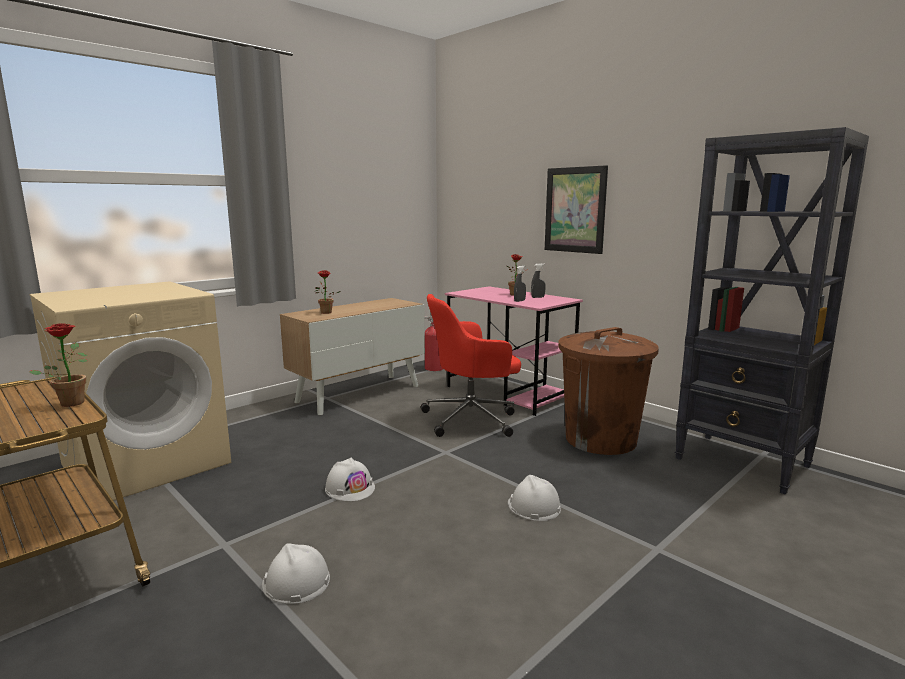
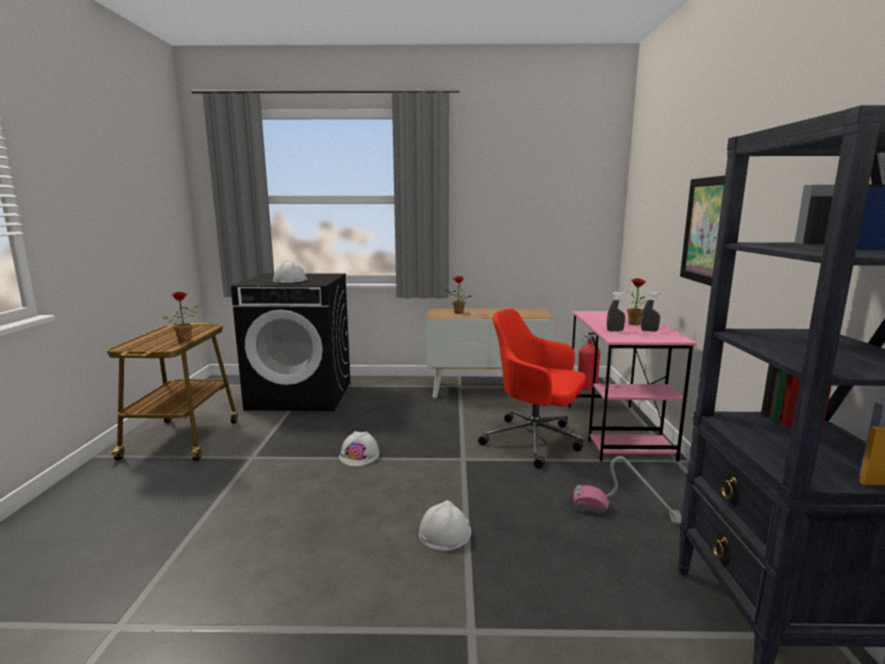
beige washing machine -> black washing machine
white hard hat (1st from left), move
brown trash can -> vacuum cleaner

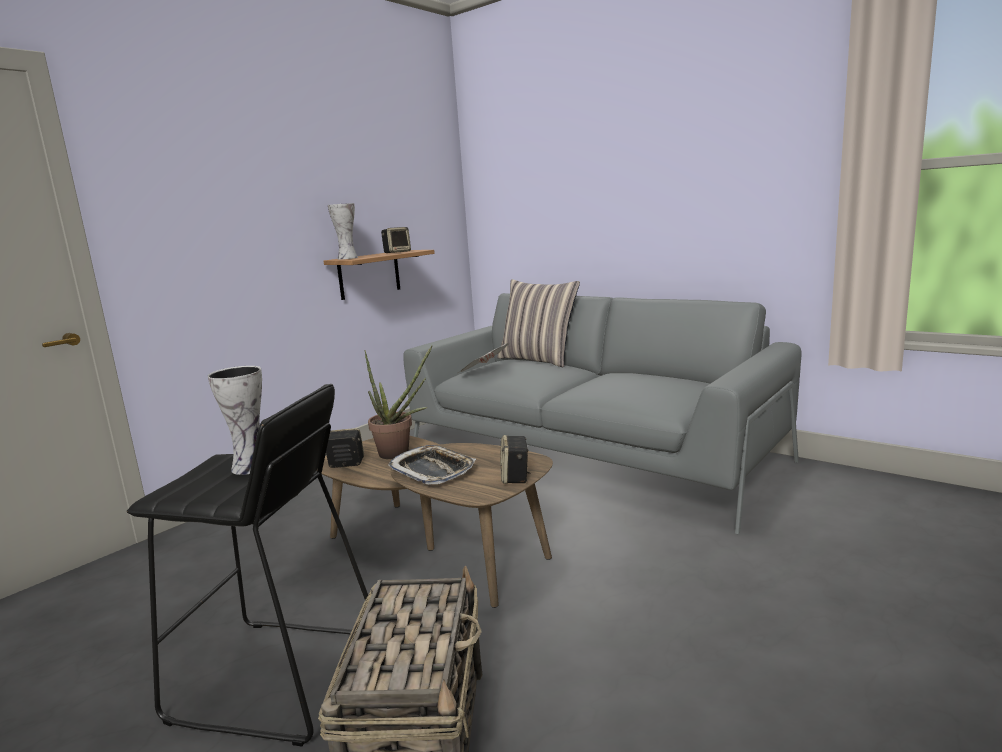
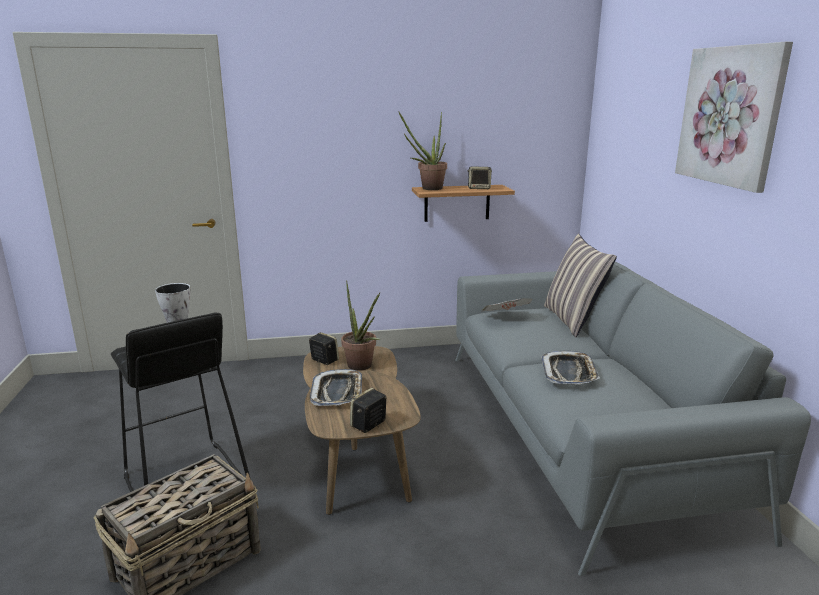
vase (2nd from left) -> potted plant (2nd from left)
none -> tray (2nd from left)
none -> picture

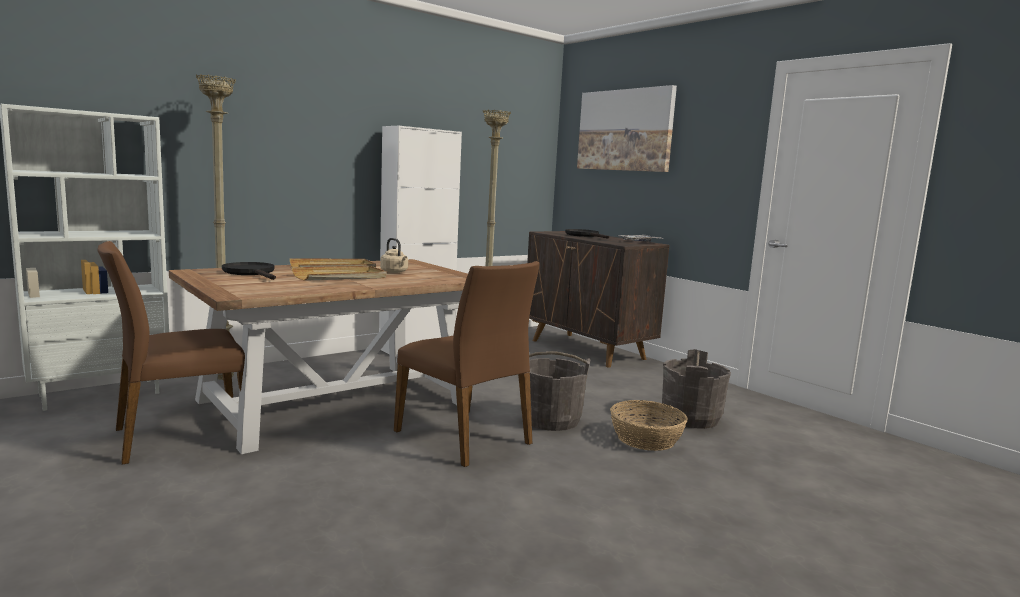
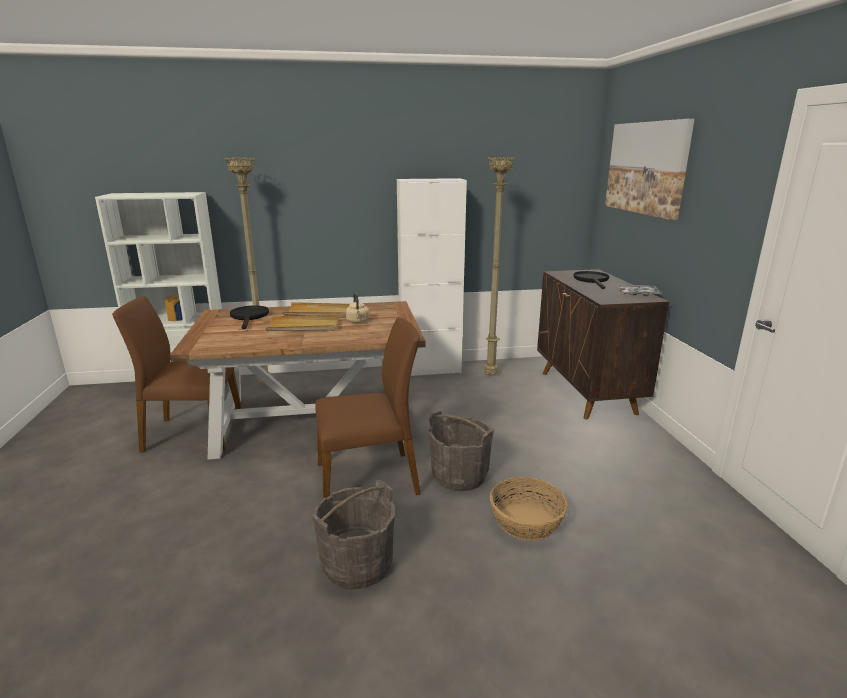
grey bucket (2nd from left in the first image) -> grey bucket (1st from left), move
brown chair (2nd from left), 90 degrees counterclockwise

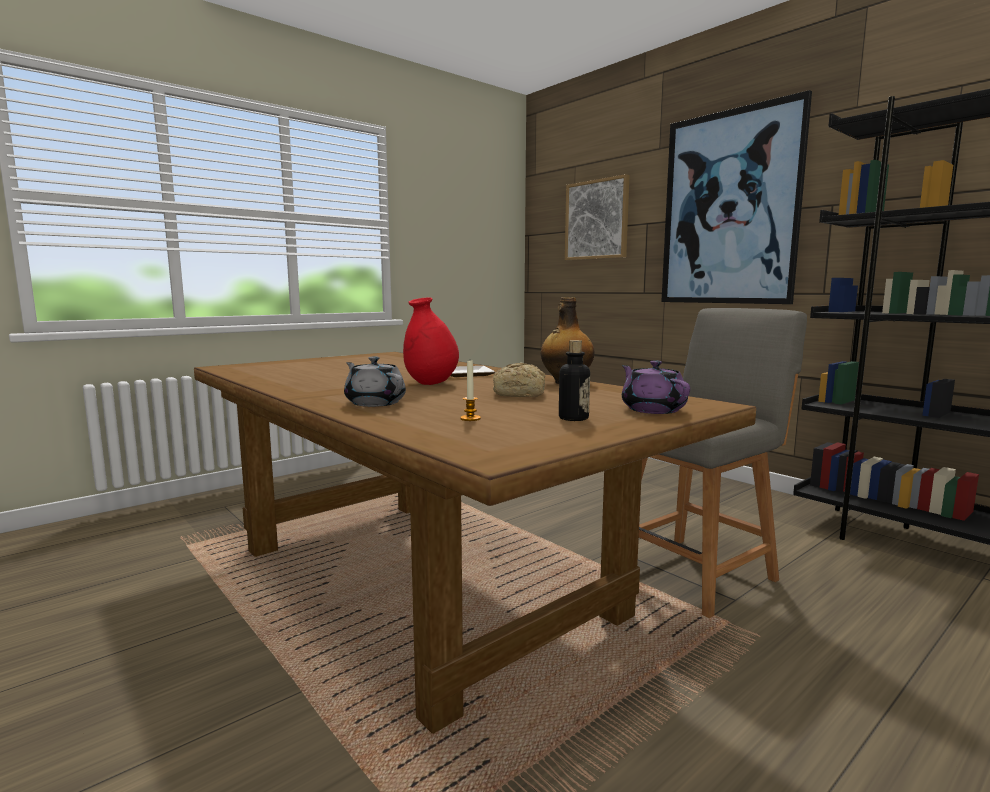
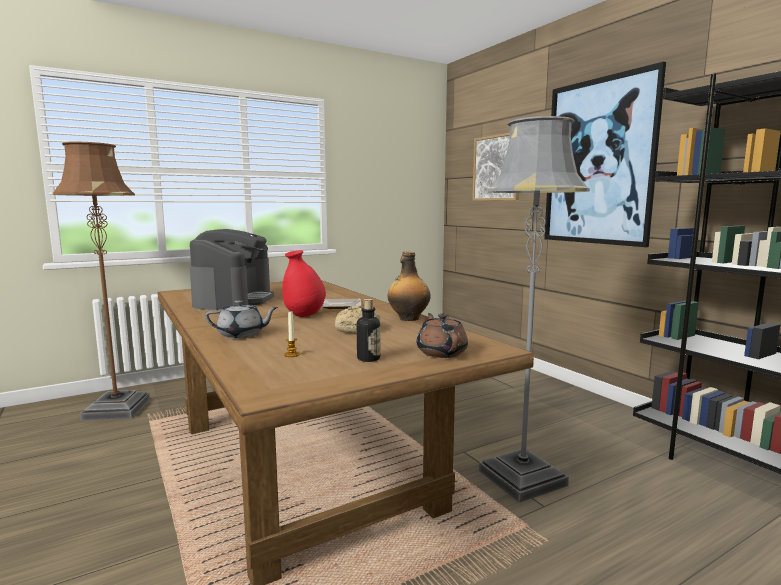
none -> brown floor lamp
none -> coffee machine
grey teapot, 120 degrees clockwise
purple teapot -> brown teapot
grey chair -> grey floor lamp

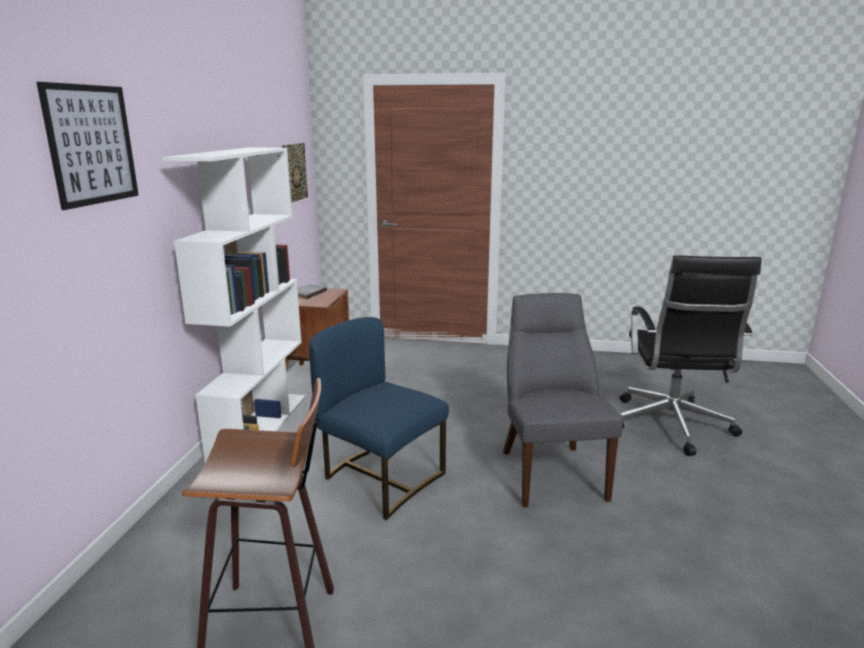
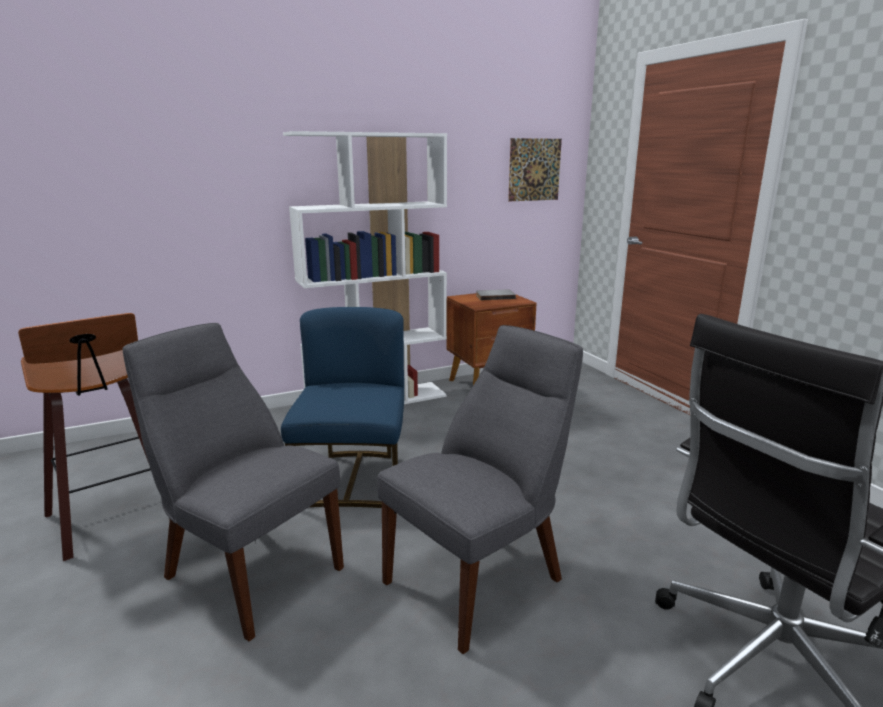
none -> grey chair (1st from left)
picture (1st from left) -> none

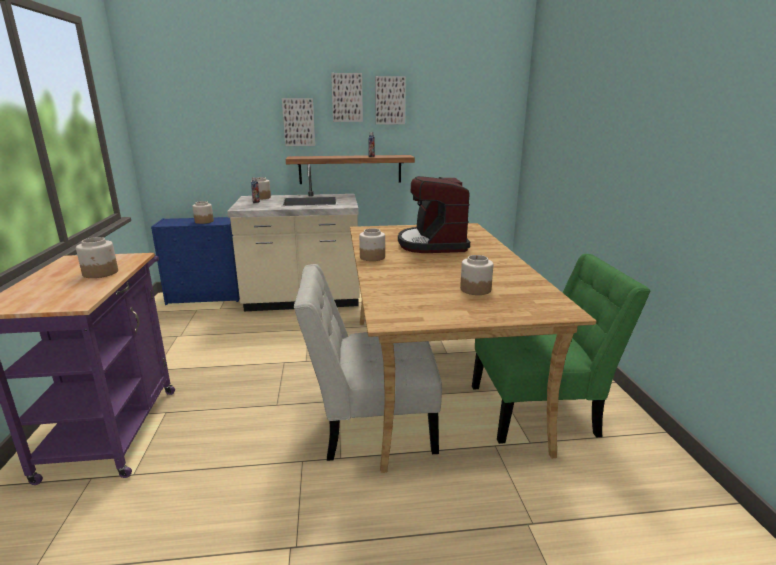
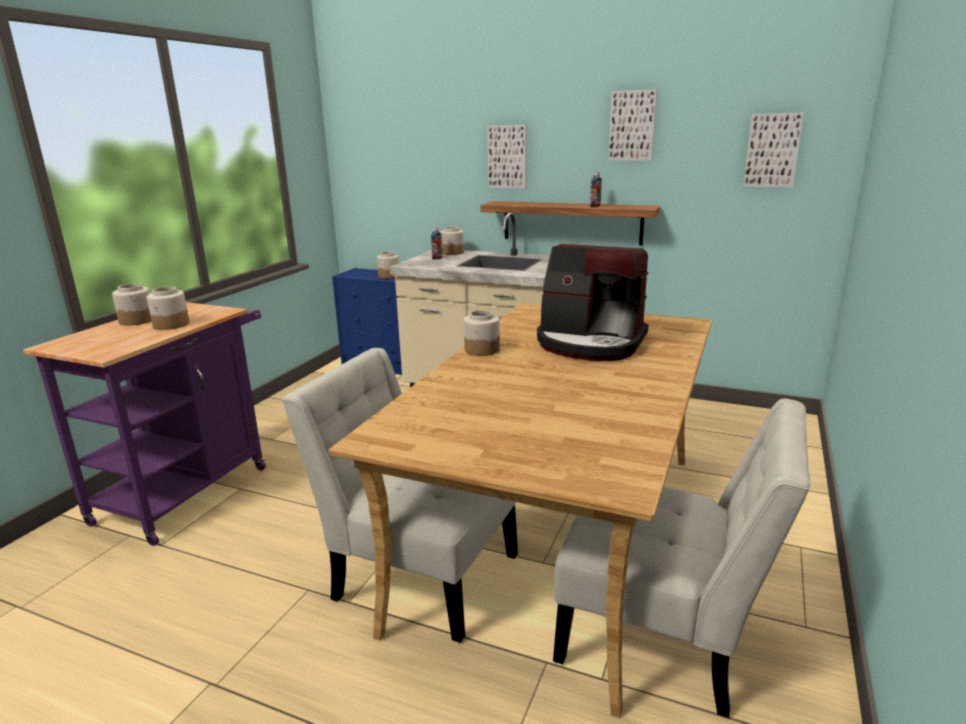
jar (5th from left in the first image) -> jar (1st from left), move
coffee machine, 90 degrees counterclockwise
green chair -> white chair (2nd from left)
picture (2nd from left in the first image) -> picture (3rd from left), move

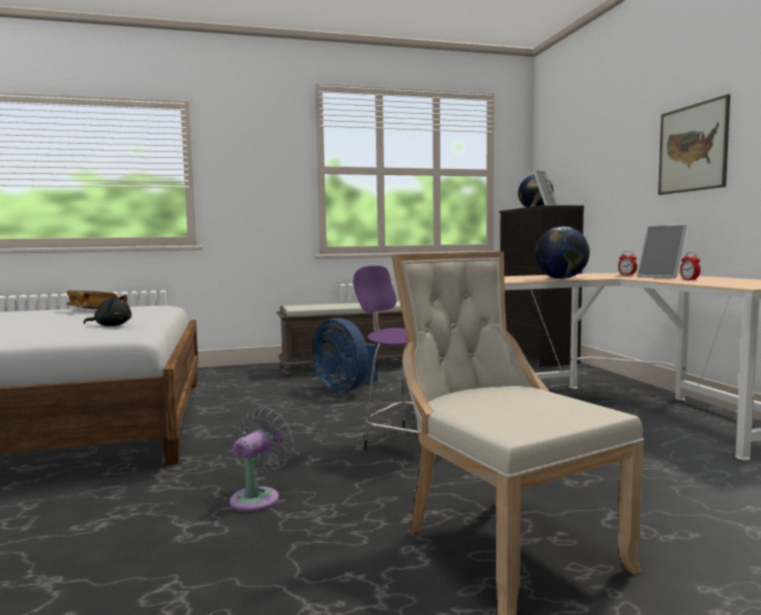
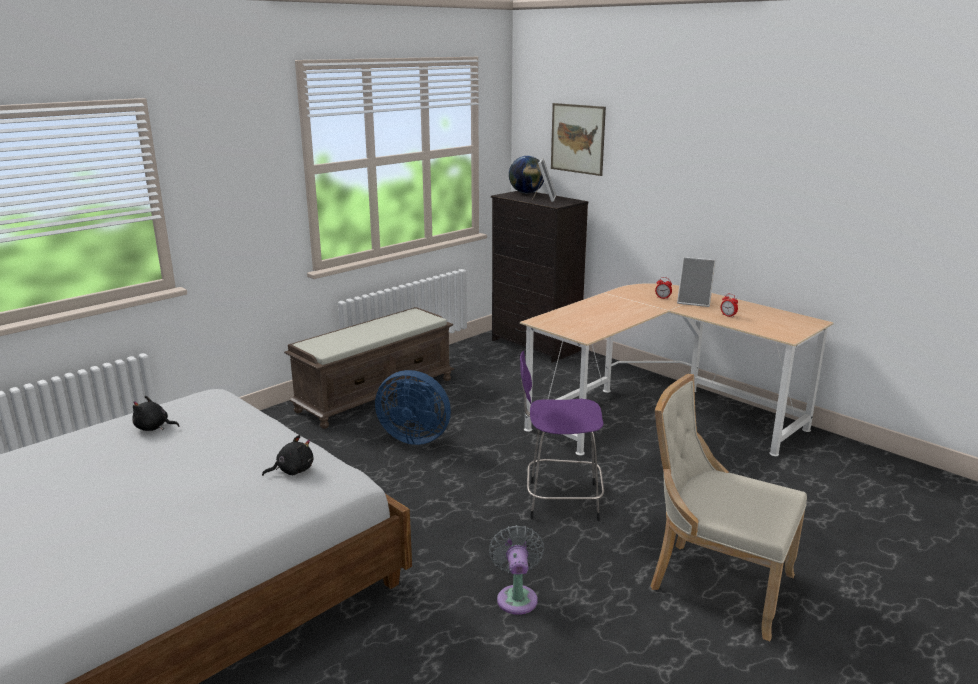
book -> black plush toy (1st from left)
picture, move
globe (2nd from left) -> none

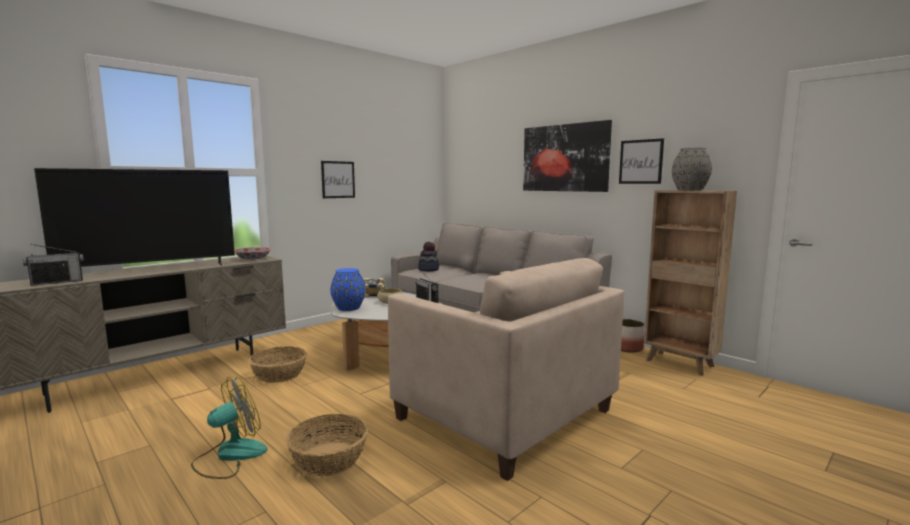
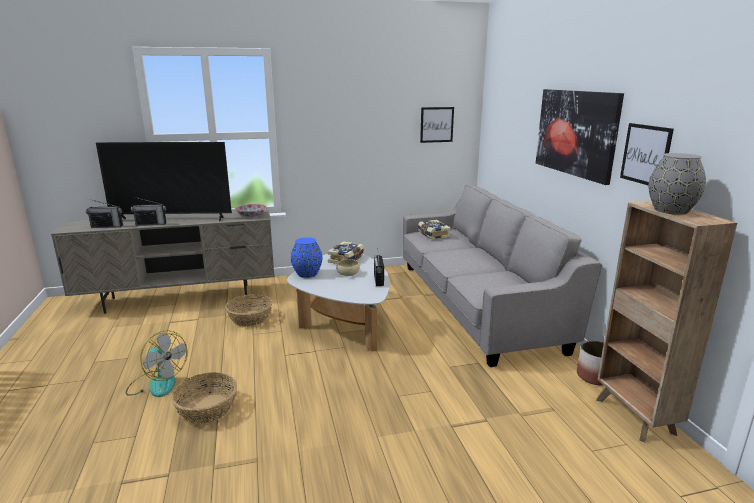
fan, 45 degrees clockwise
none -> radio (2nd from left)
hat -> book (2nd from left)
picture (1st from left), move
beige armchair -> none

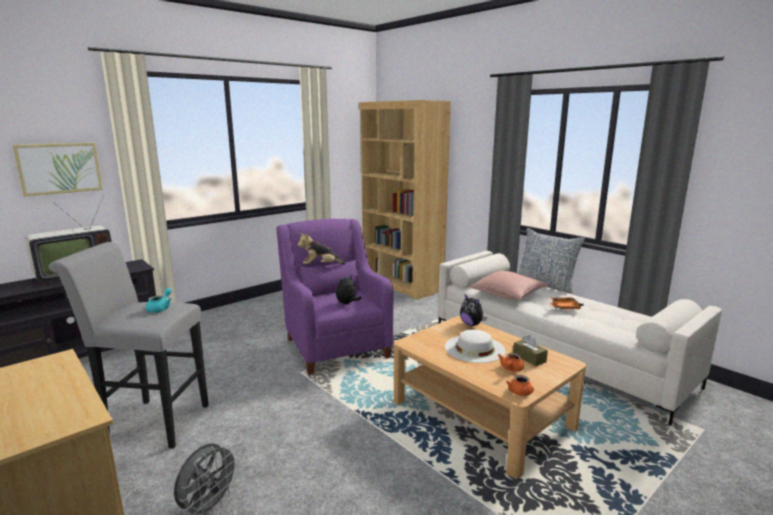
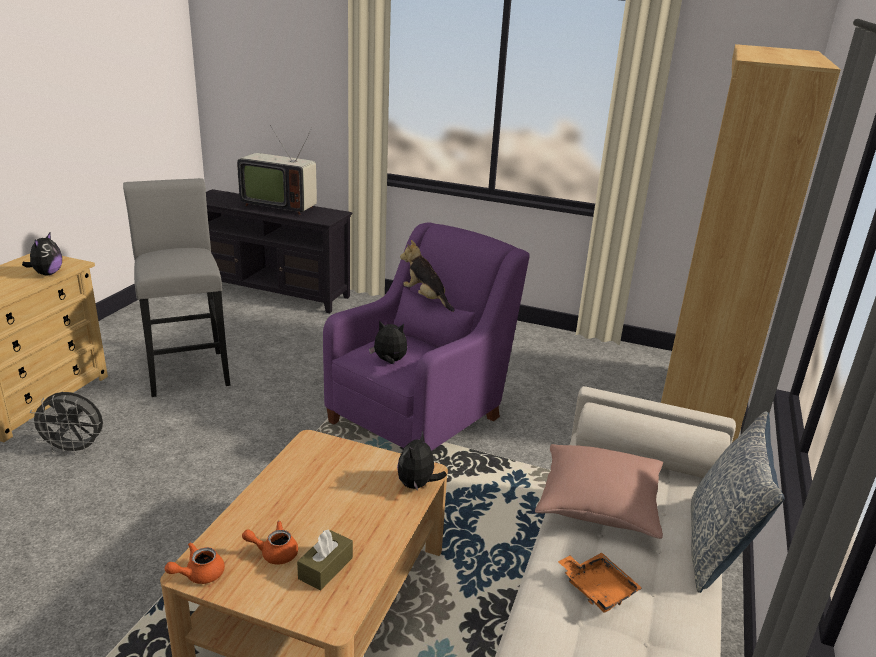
none -> plush toy (1st from left)
picture -> none
turquoise teapot -> none
white hat -> none

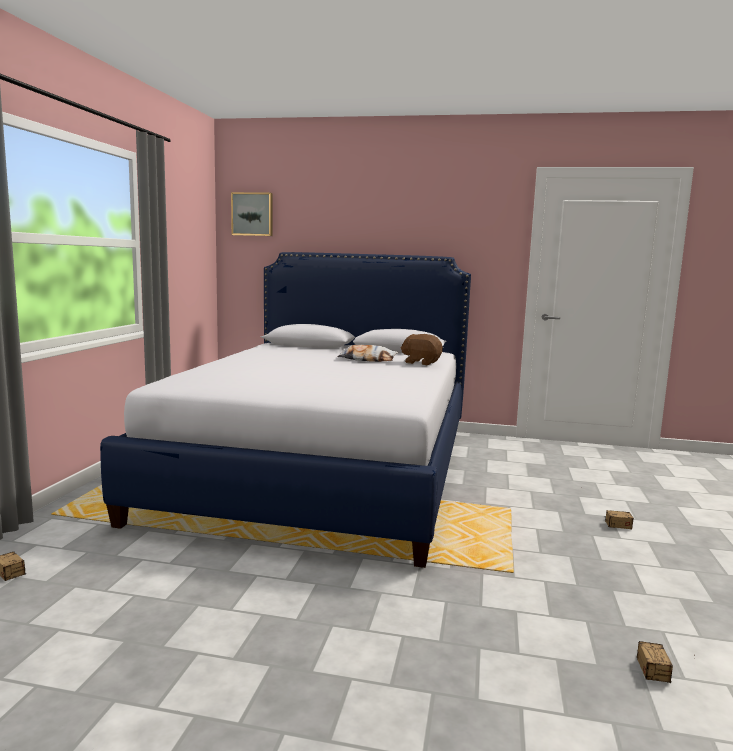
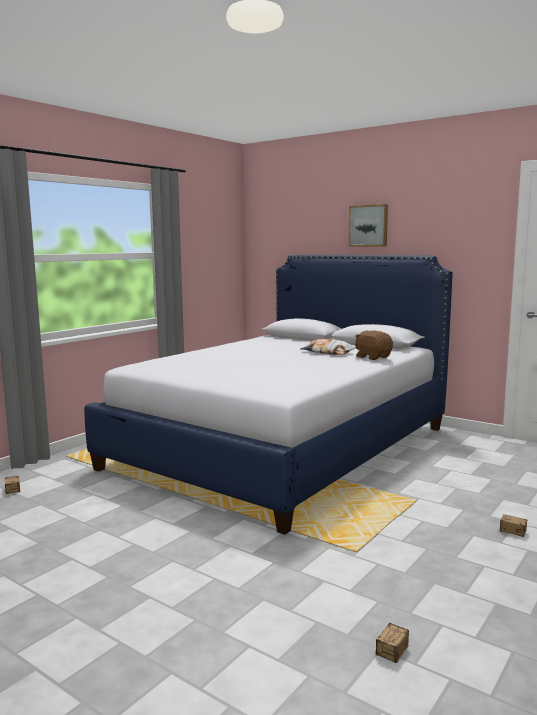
picture, move

